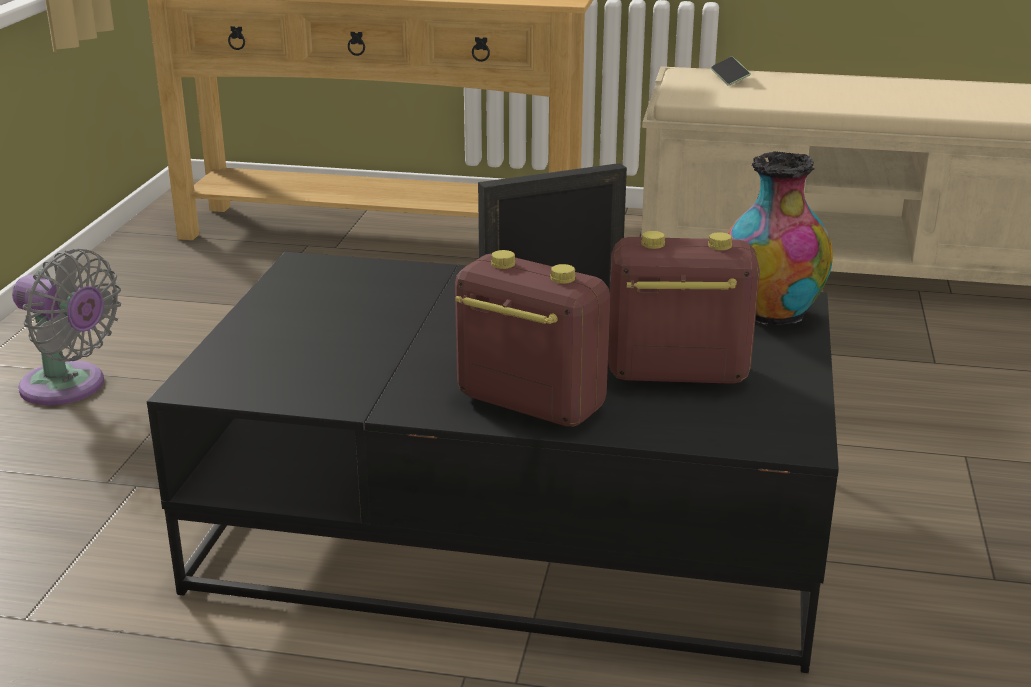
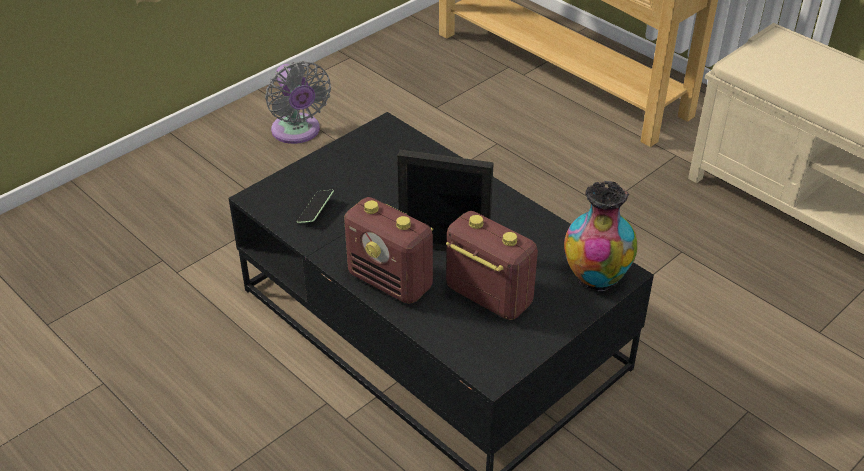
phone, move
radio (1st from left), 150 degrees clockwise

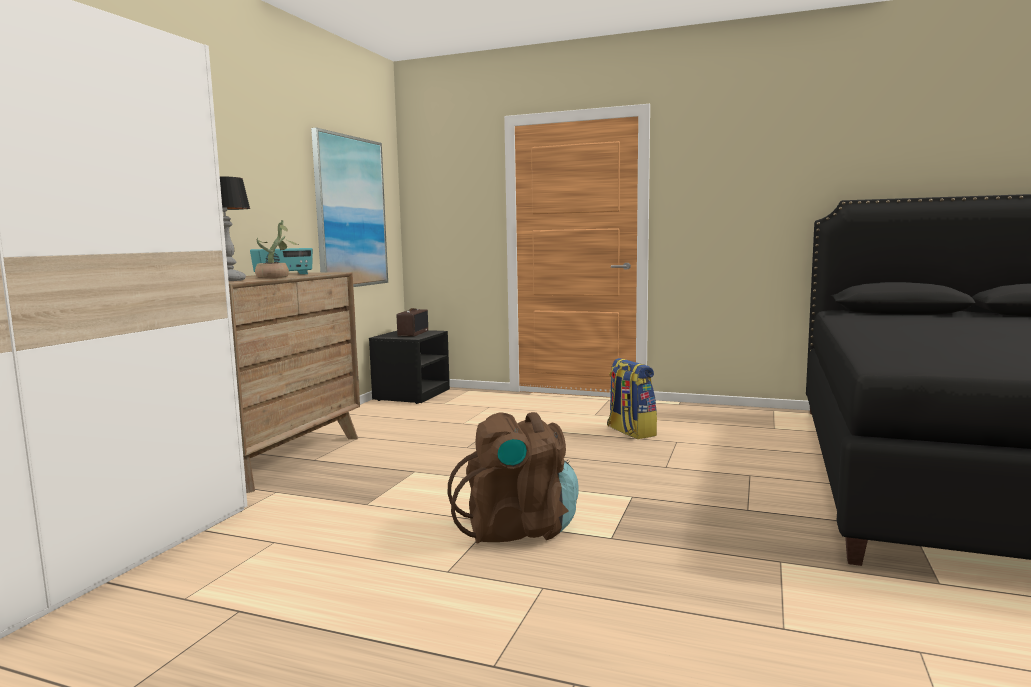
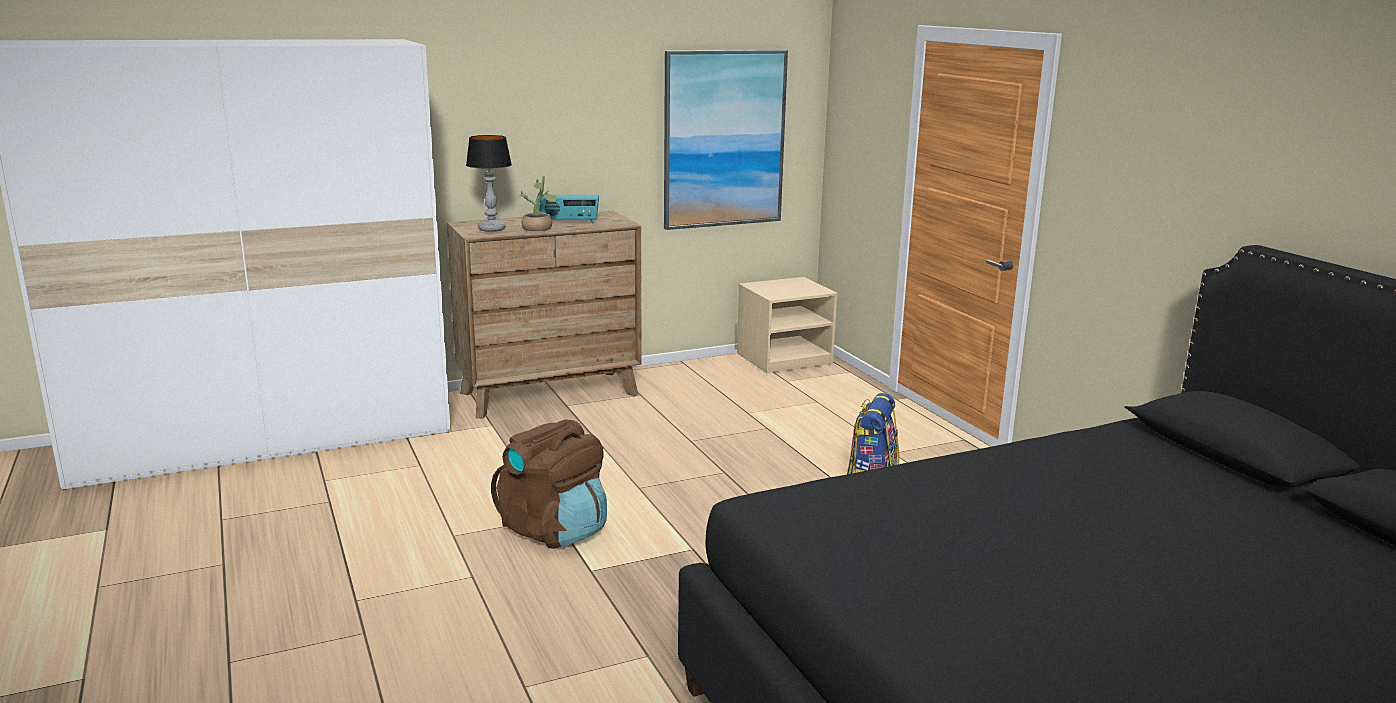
black nightstand -> beige nightstand
radio (2nd from left) -> none

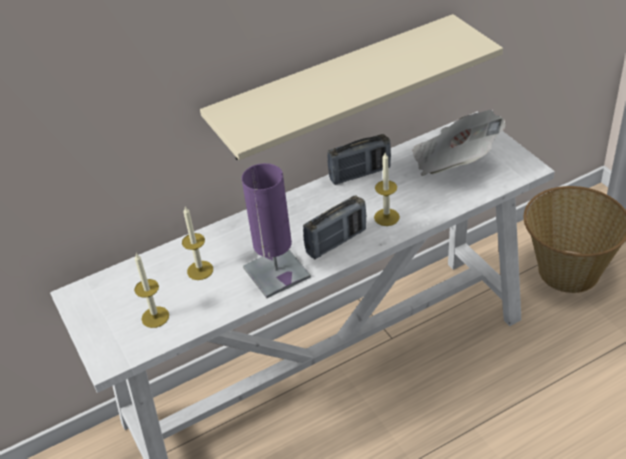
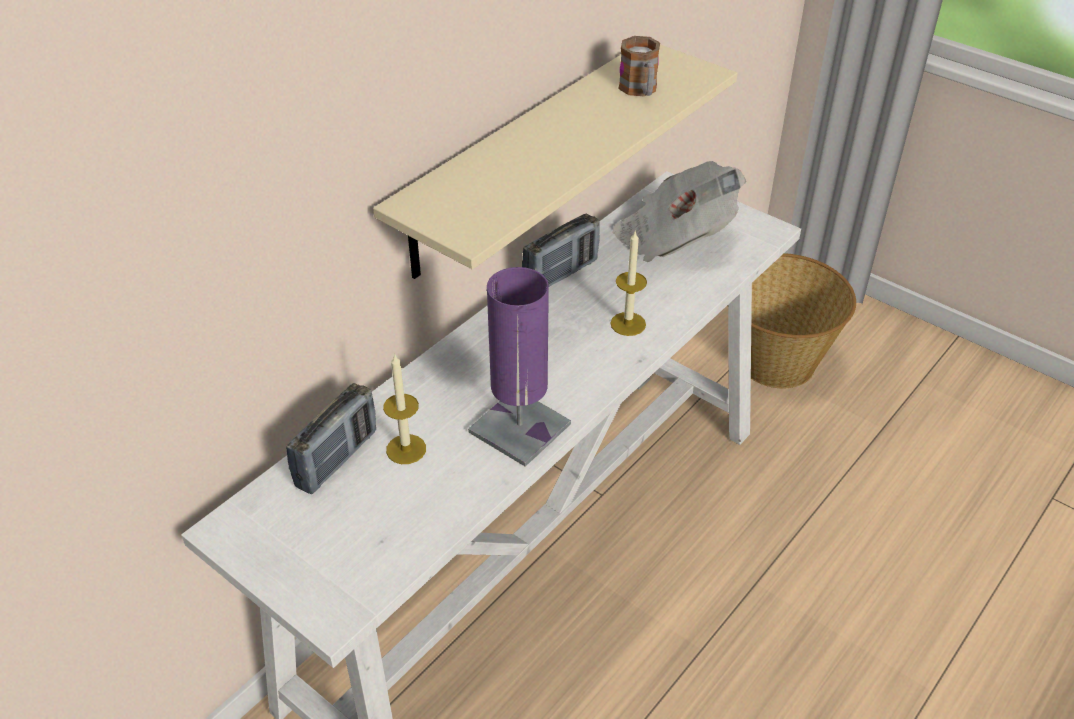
radio (1st from left), move
none -> mug
candle (1st from left) -> none

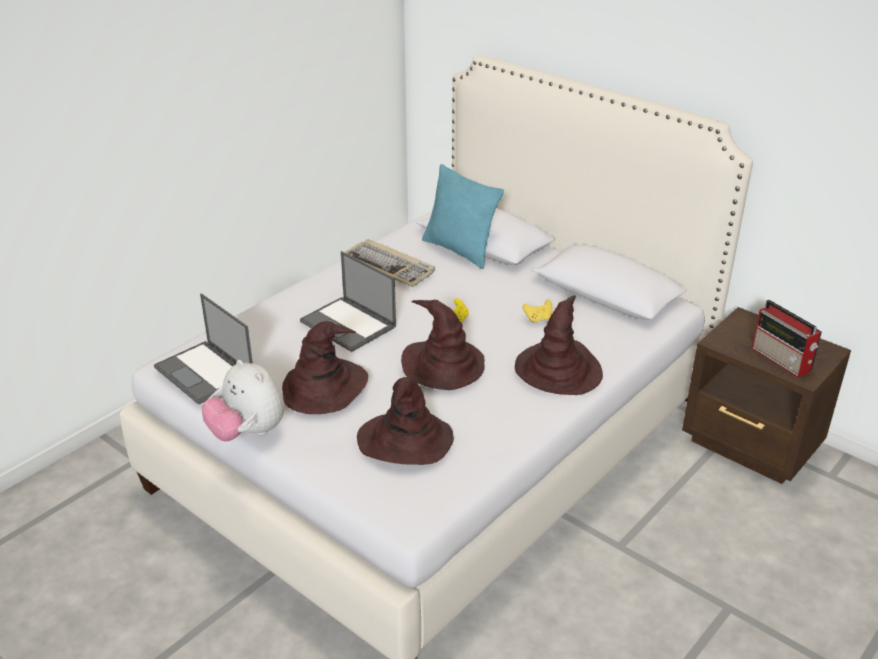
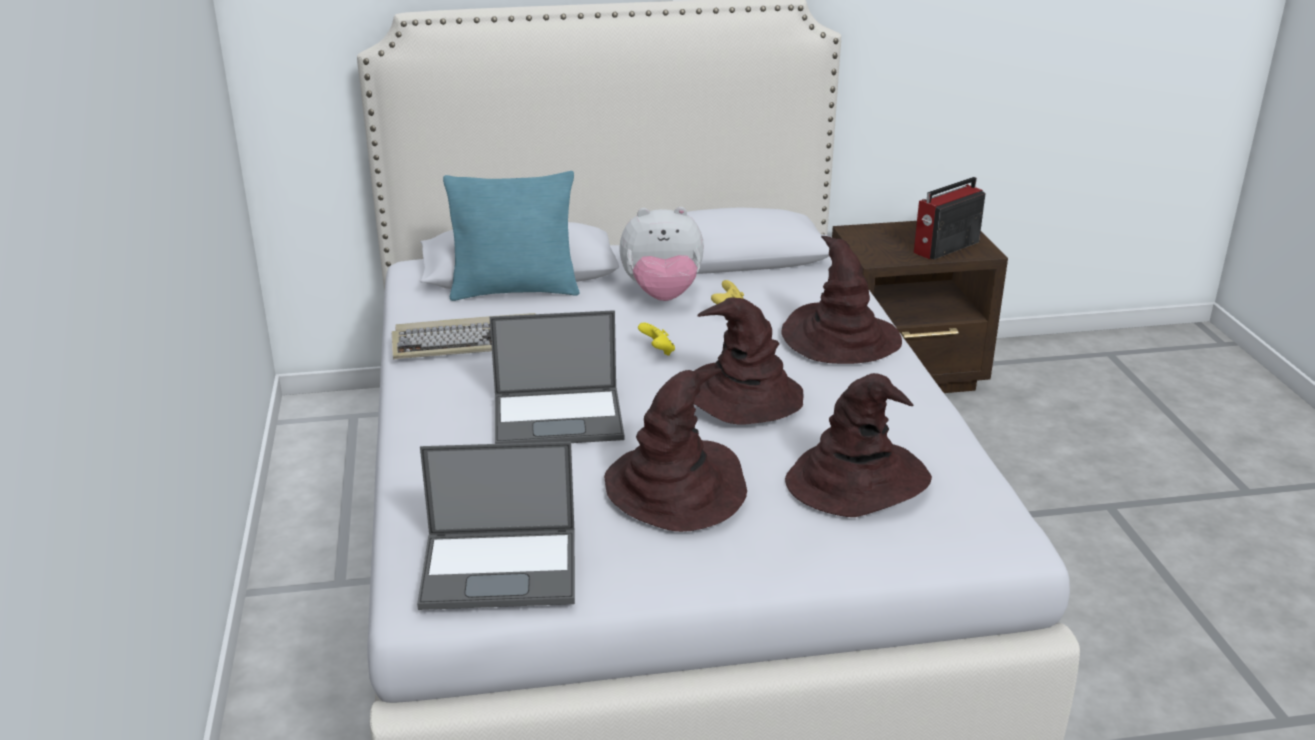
plush toy, move
radio, 135 degrees clockwise

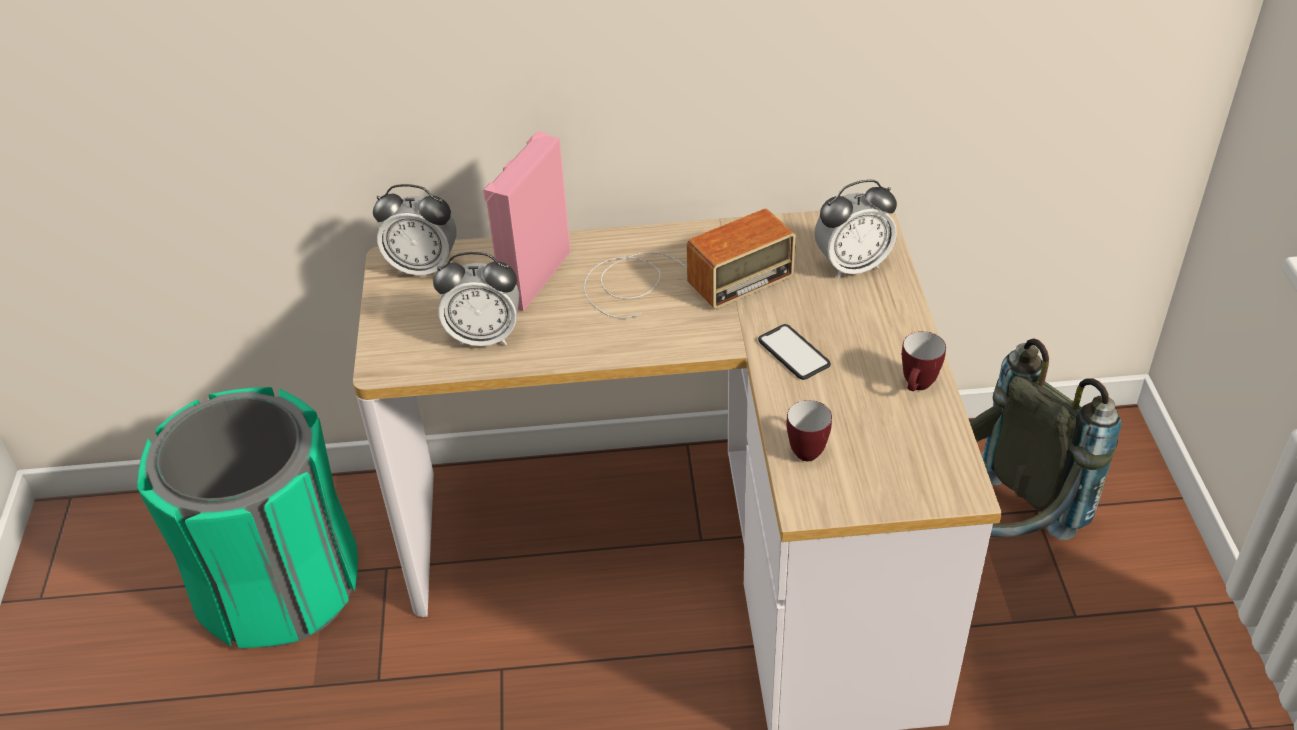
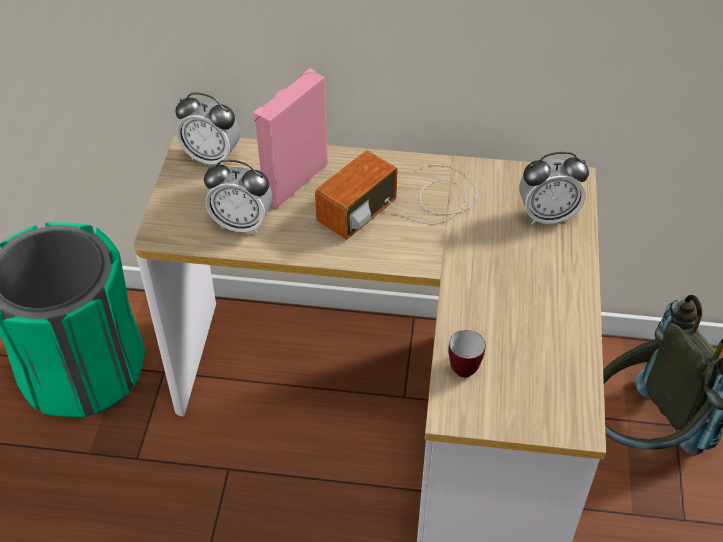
radio, 150 degrees clockwise
phone -> none
mug (2nd from left) -> none

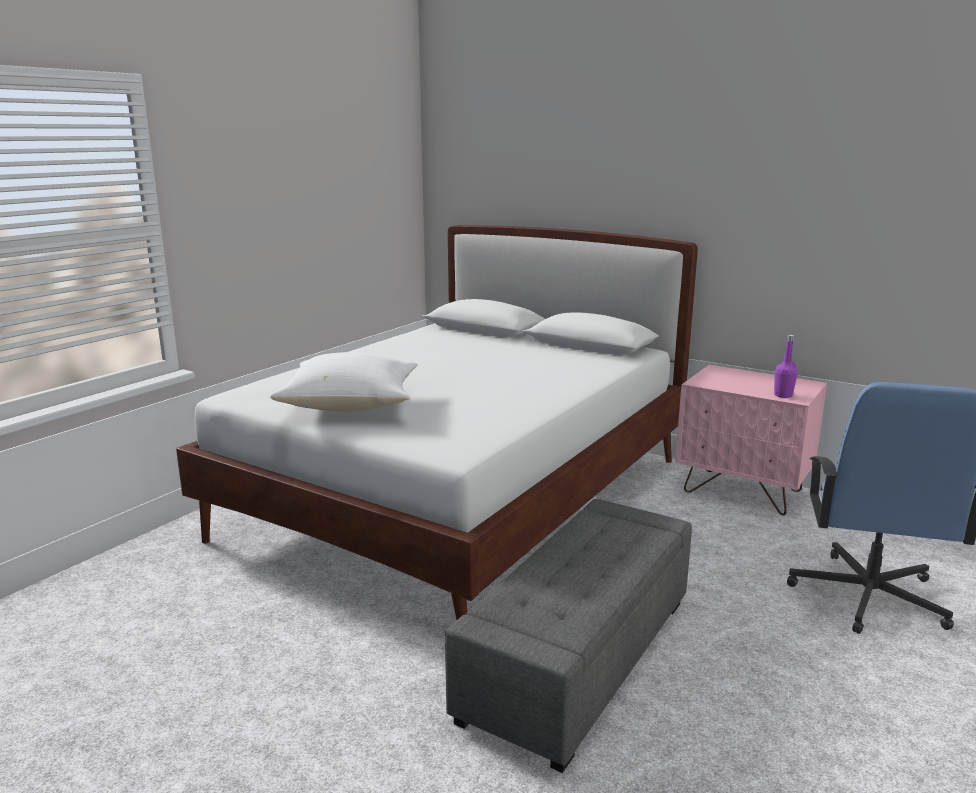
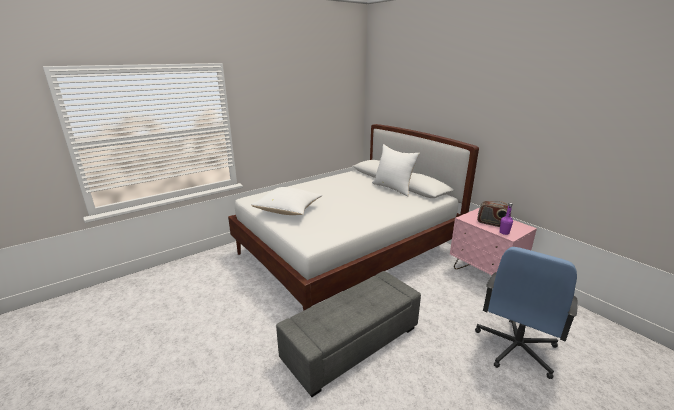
none -> white pillow (2nd from left)
none -> radio

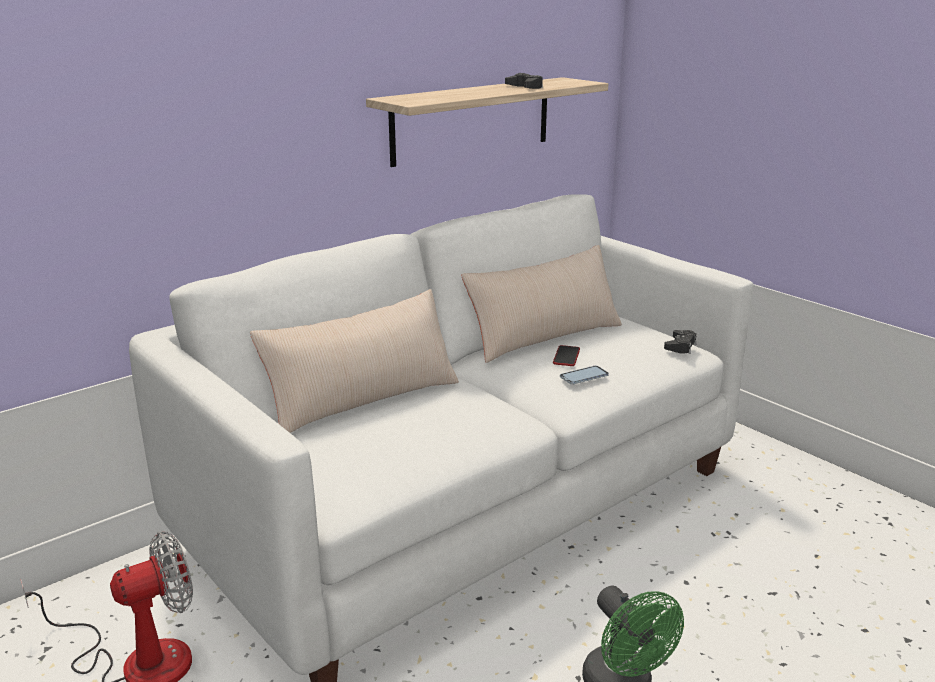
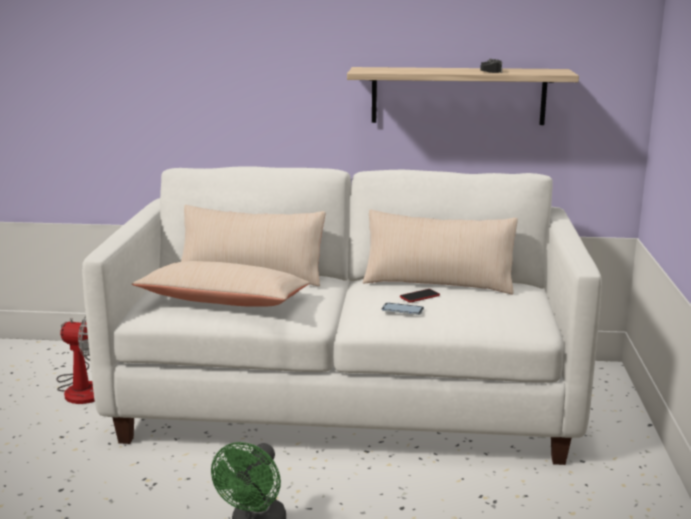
none -> beige pillow (1st from left)
black game controller (2nd from left) -> none

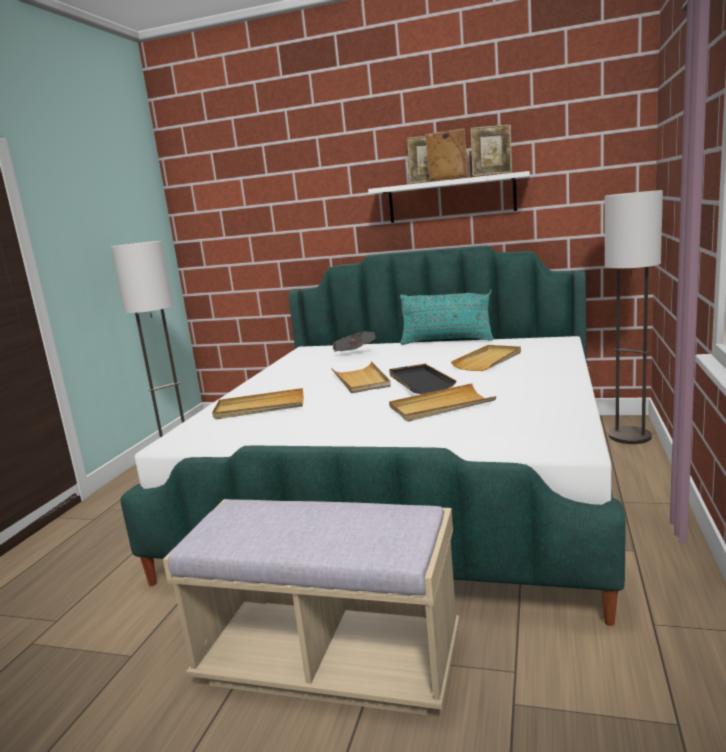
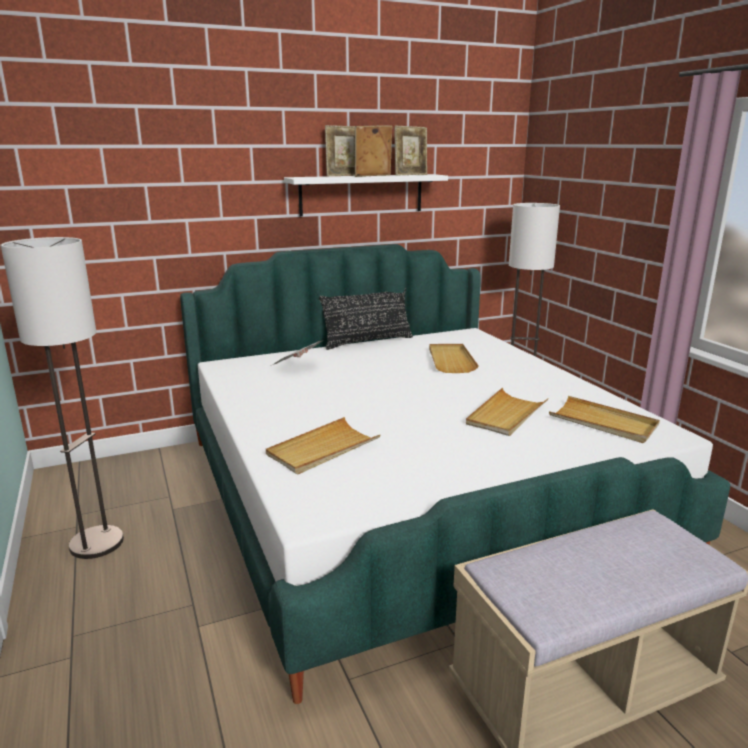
turquoise pillow -> black pillow
beige tray (2nd from left in the first image) -> beige tray (4th from left), move
black tray -> none

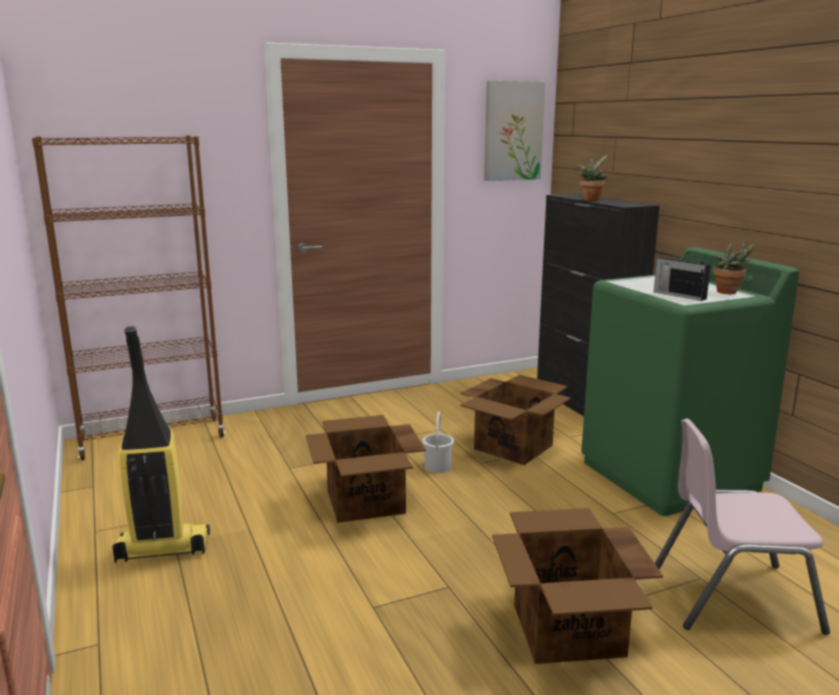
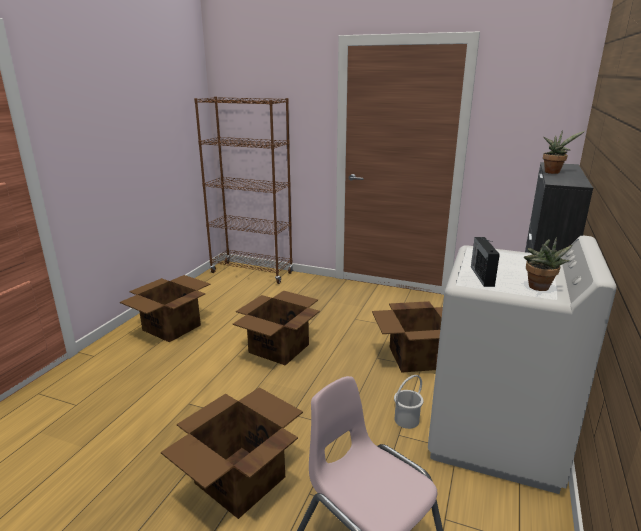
vacuum cleaner -> cardboard box (1st from left)
white bucket, move
green washing machine -> white washing machine
picture -> none

